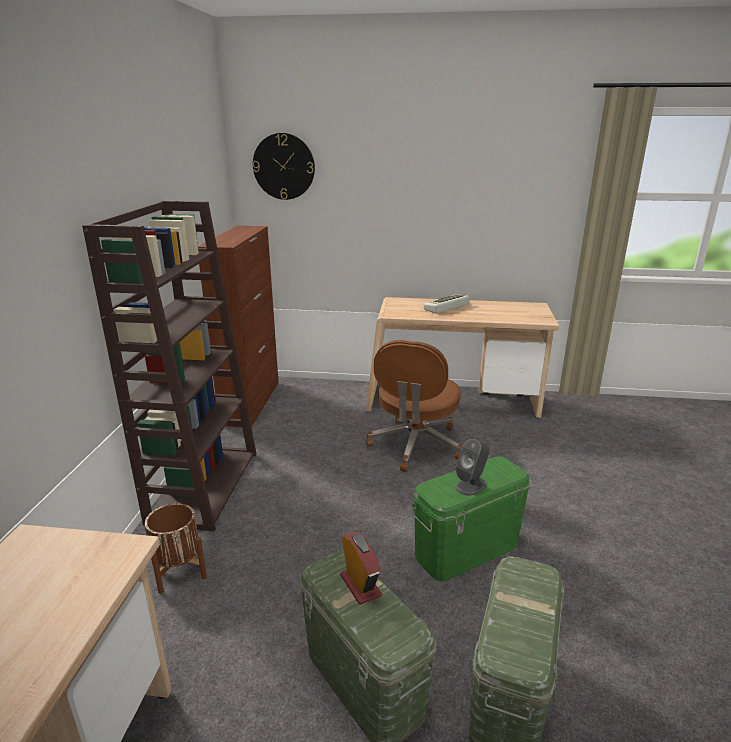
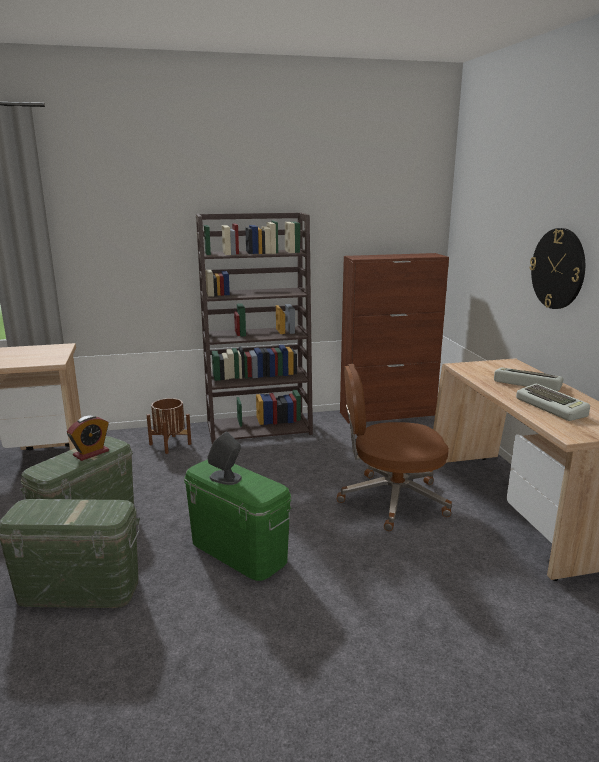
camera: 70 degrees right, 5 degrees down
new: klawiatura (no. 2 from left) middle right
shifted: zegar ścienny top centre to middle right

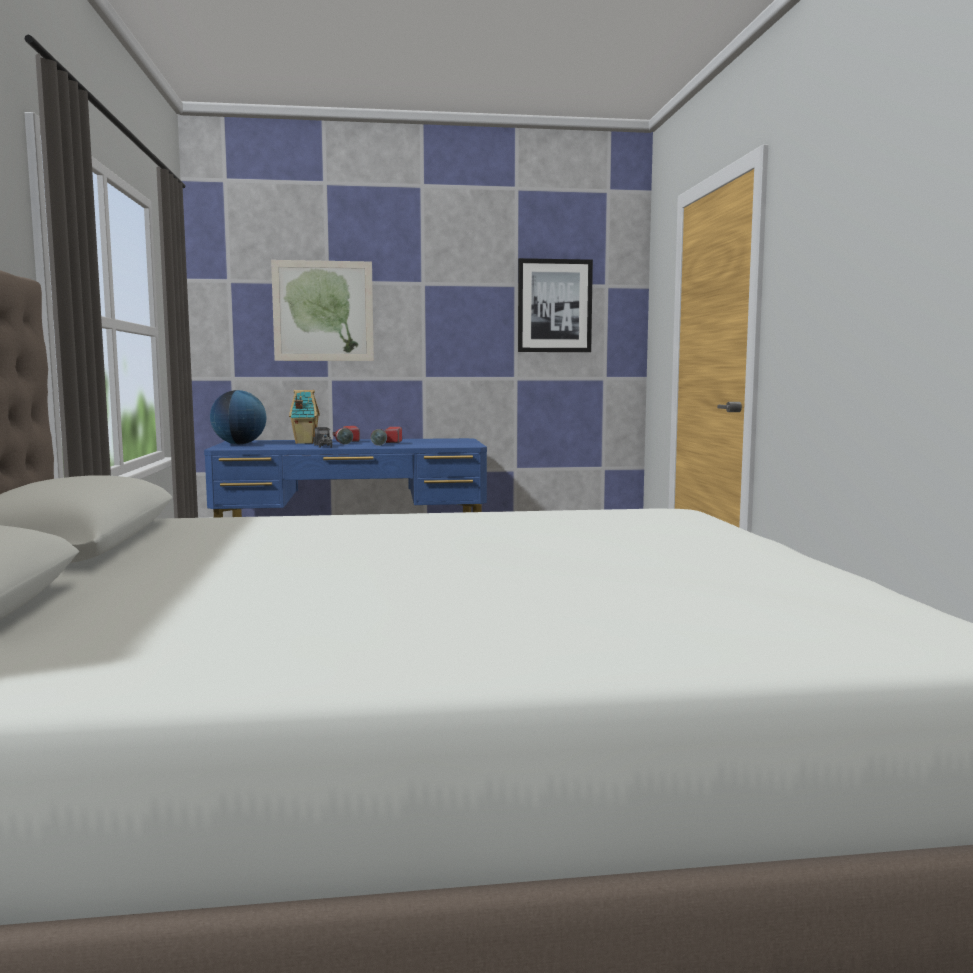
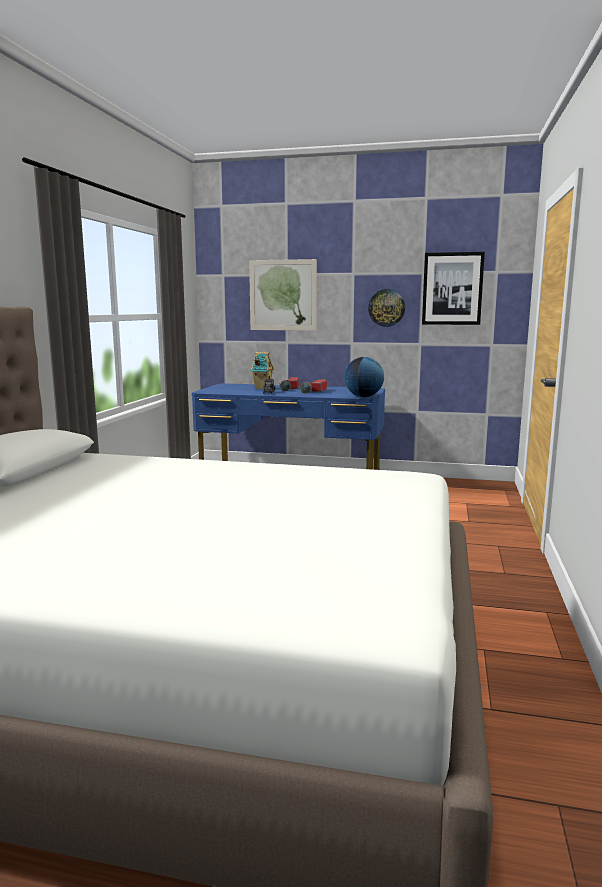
camera: 20 degrees right, 5 degrees up
new: zegar ścienny centre
shifted: globus middle left to centre

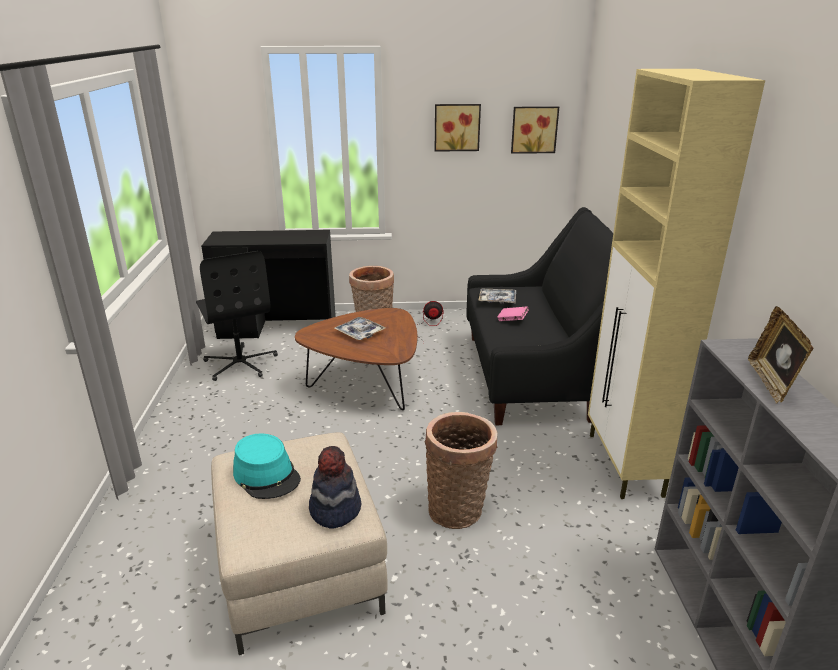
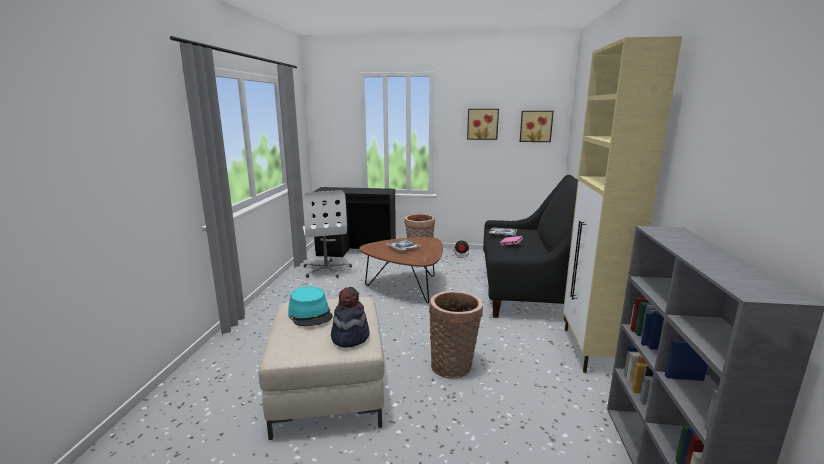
camera: 10 degrees right, 10 degrees down
gone: ramka na zdjęcie middle right
repainted: krzesło biurowe/czarny middle left to krzesło biurowe/biały centre

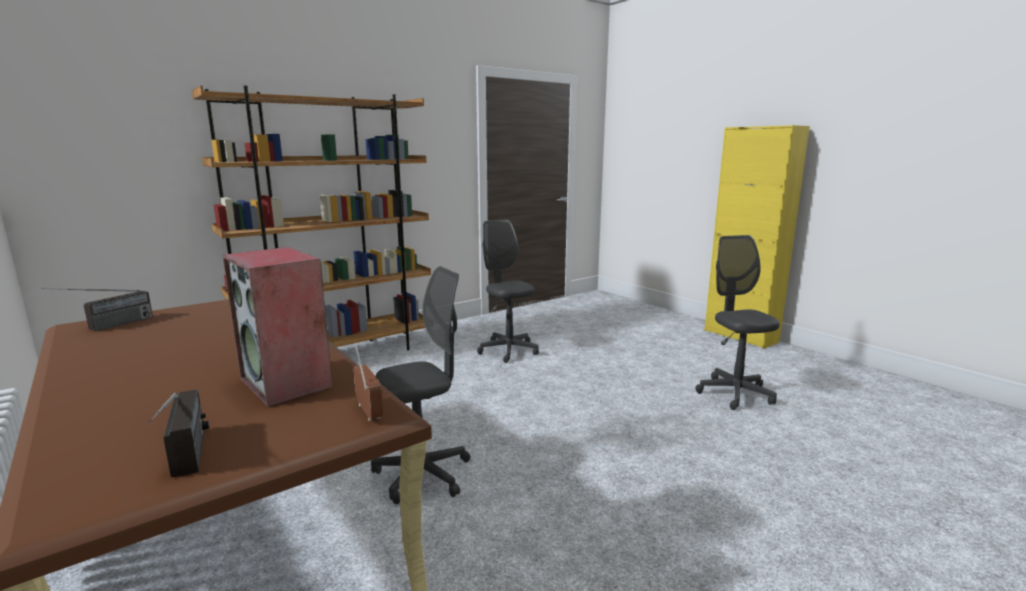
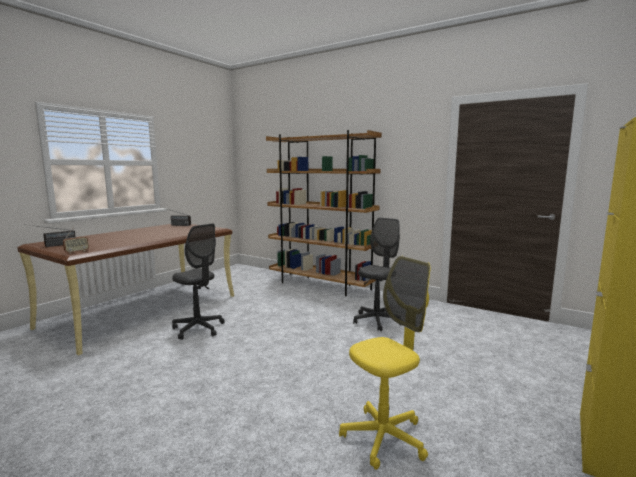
camera: 70 degrees right, 5 degrees down
gone: głośnik middle left
repainted: krzesło biurowe/szary (no. 3 from left) middle right to krzesło biurowe/żółty bottom centre

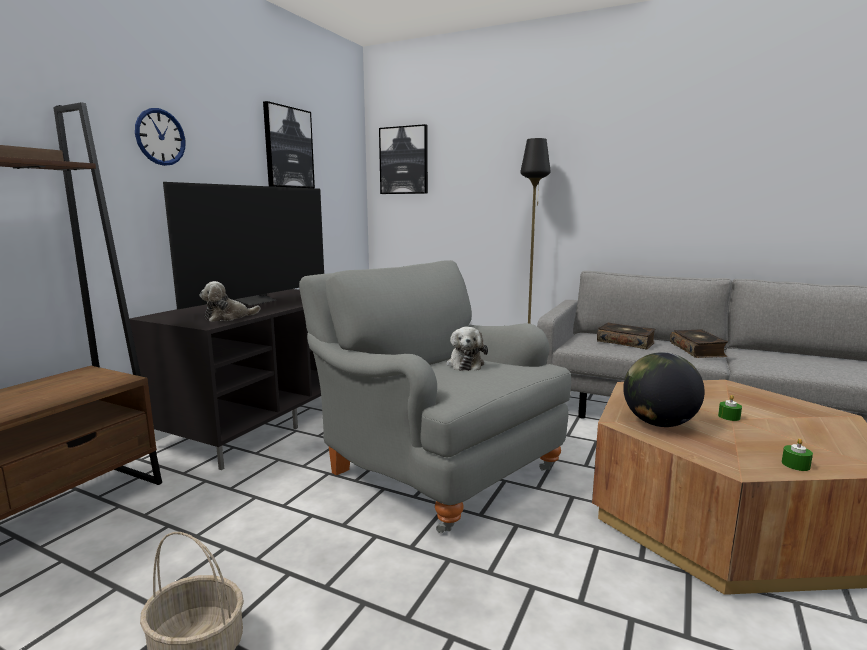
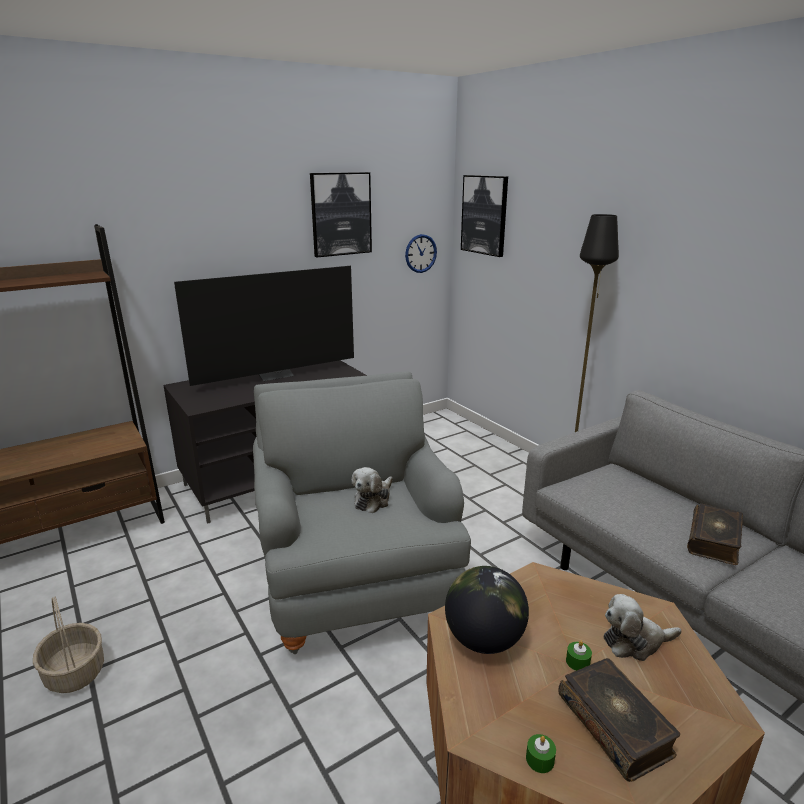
camera: 30 degrees right, 10 degrees up
shifted: zegar ścienny top left to top centre; pluszak (no. 1 from left in the first image) middle left to pluszak (no. 2 from left) bottom right; książka (no. 1 from left) middle right to bottom right

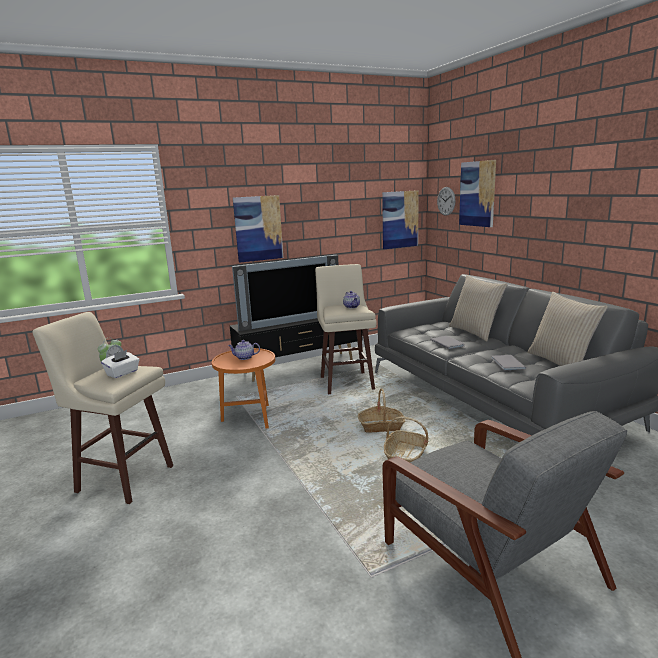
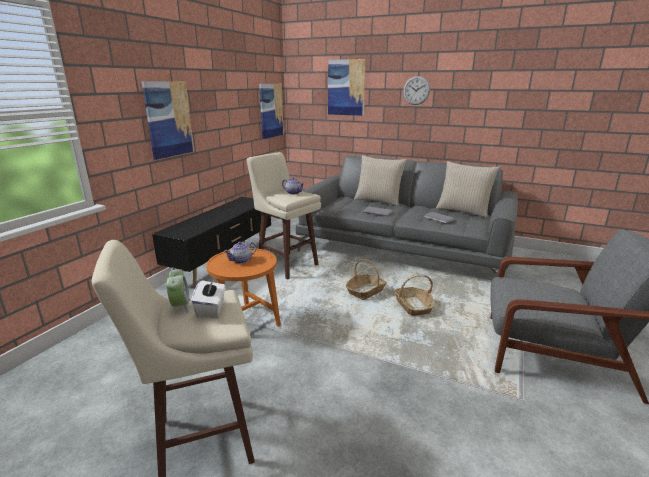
camera: 40 degrees left, 5 degrees up
gone: telewizor centre
shifted: zegar ścienny top right to top centre

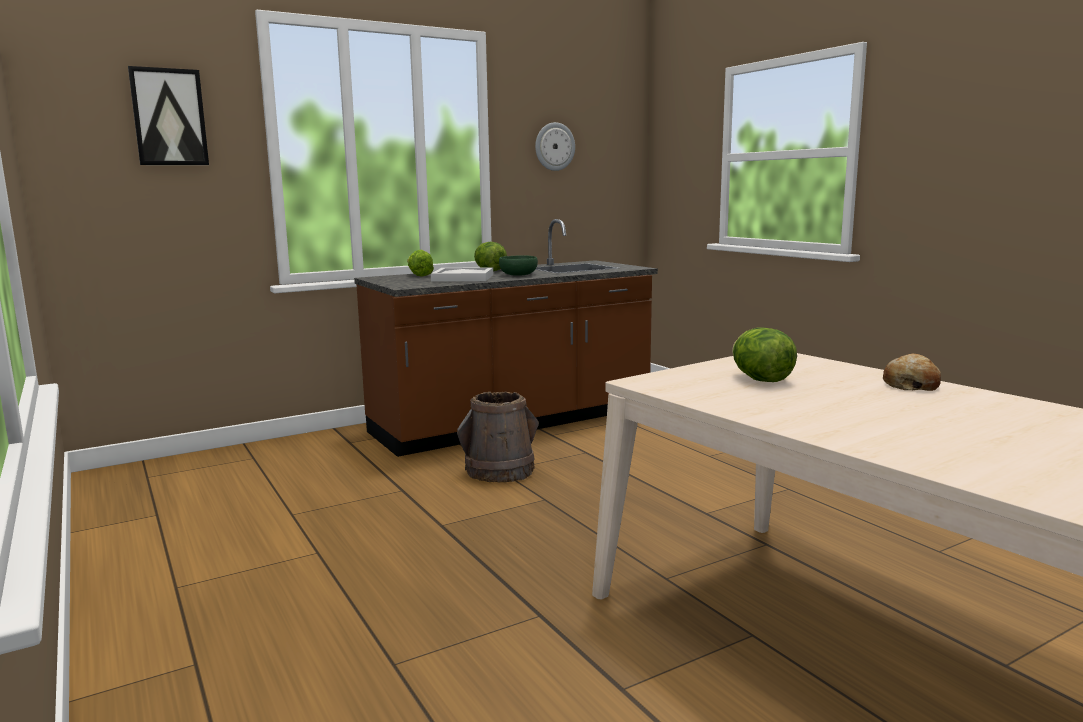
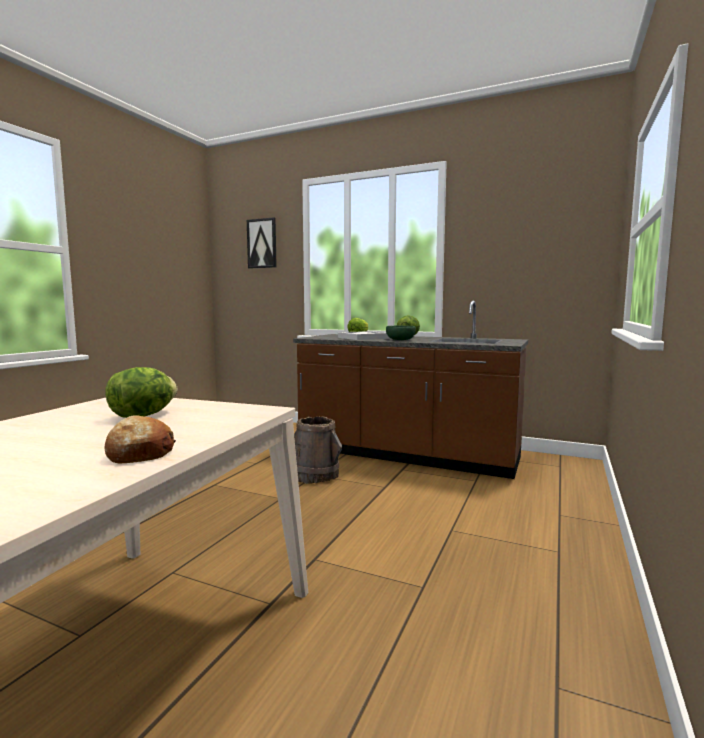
camera: 55 degrees right, 5 degrees down
gone: zegar ścienny top centre

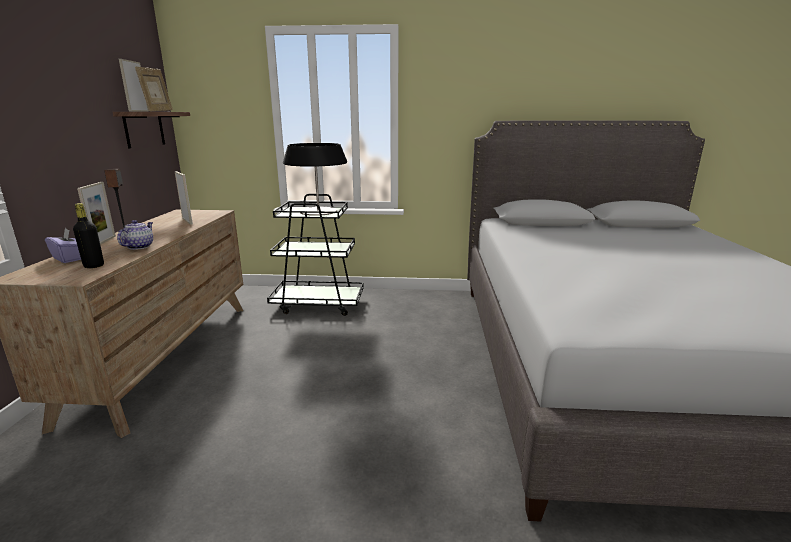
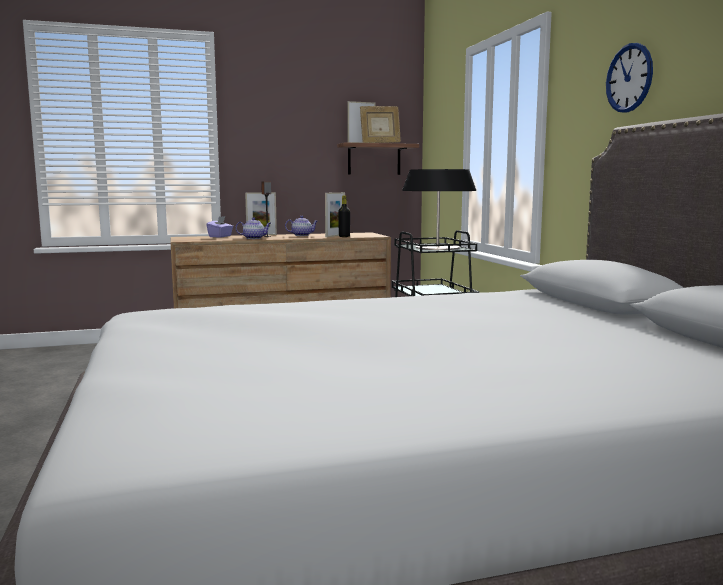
camera: 70 degrees right, 10 degrees down
new: imbryk (no. 2 from left) centre; zegar ścienny top right
shifted: butelka/czarny middle left to centre

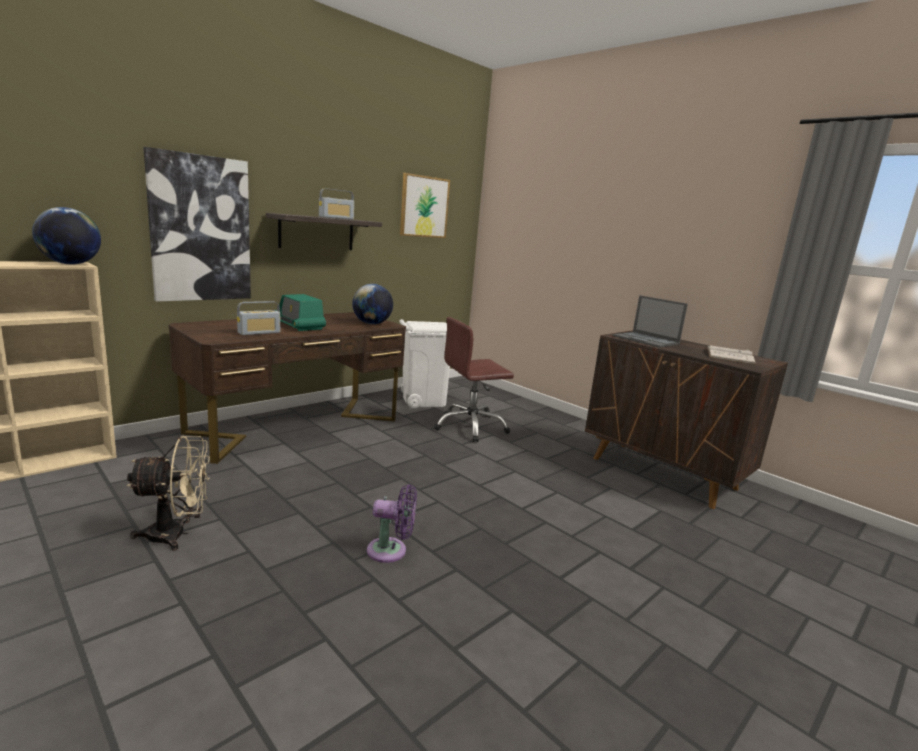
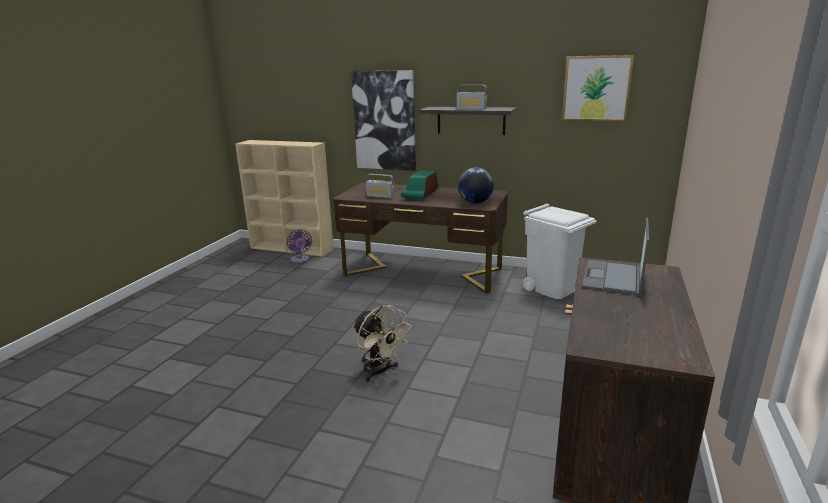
camera: 65 degrees right, 5 degrees up
gone: globus (no. 1 from left) top left; krzesło biurowe/brązowy centre; książka/biały middle right
shifted: wentylator/beżowy middle left to bottom centre; wentylator/fioletowy bottom centre to centre

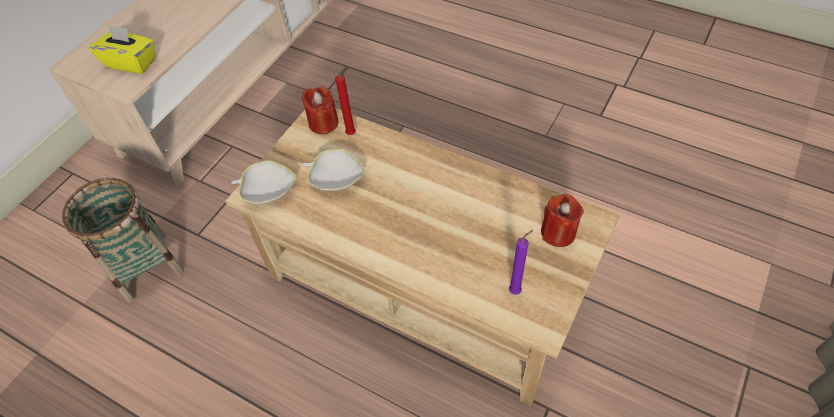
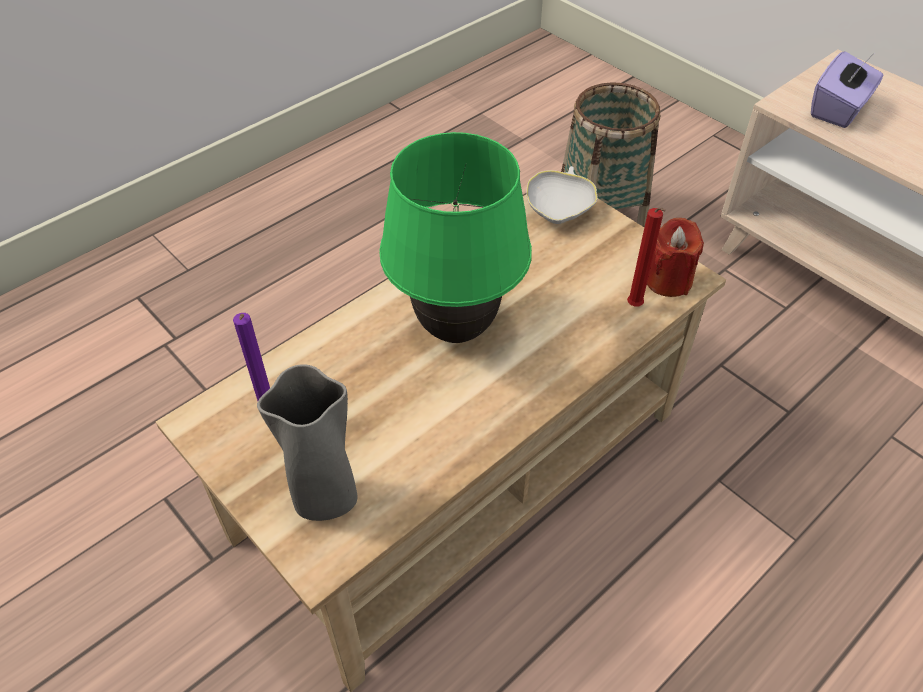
camera: 105 degrees right, 5 degrees down
gone: miska/biały (no. 2 from left) centre
new: lampa stołowa/zielony centre
swapped: świeca/czerwony (no. 3 from left) middle right to wazon/szary middle left
repainted: pudełko chusteczek/żółty top left to pudełko chusteczek/fioletowy top right

